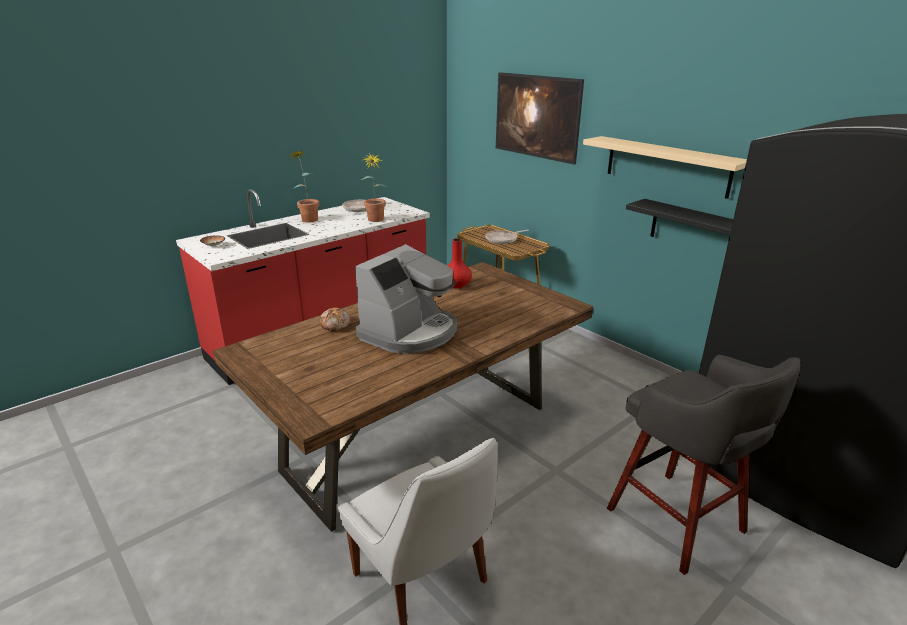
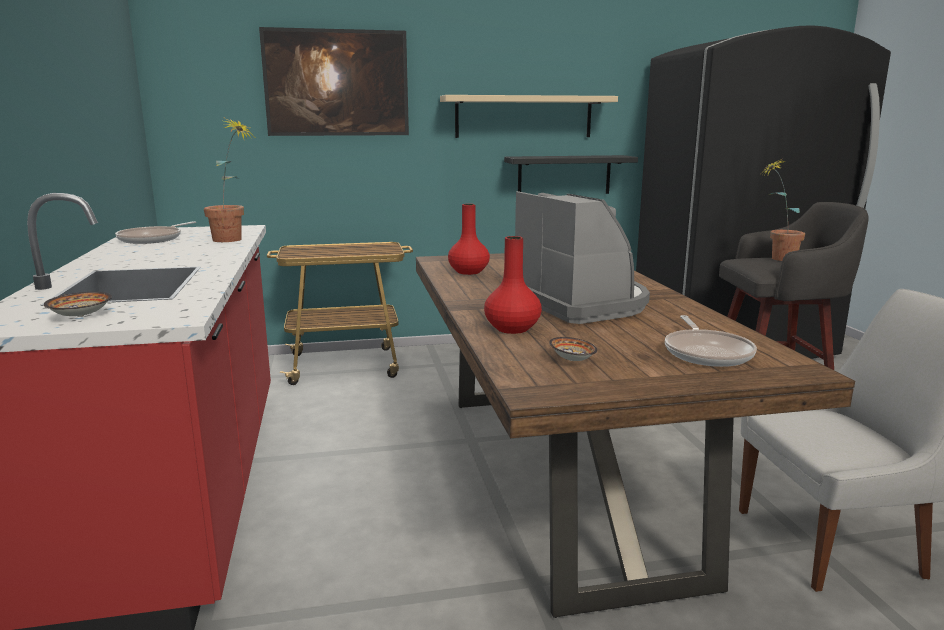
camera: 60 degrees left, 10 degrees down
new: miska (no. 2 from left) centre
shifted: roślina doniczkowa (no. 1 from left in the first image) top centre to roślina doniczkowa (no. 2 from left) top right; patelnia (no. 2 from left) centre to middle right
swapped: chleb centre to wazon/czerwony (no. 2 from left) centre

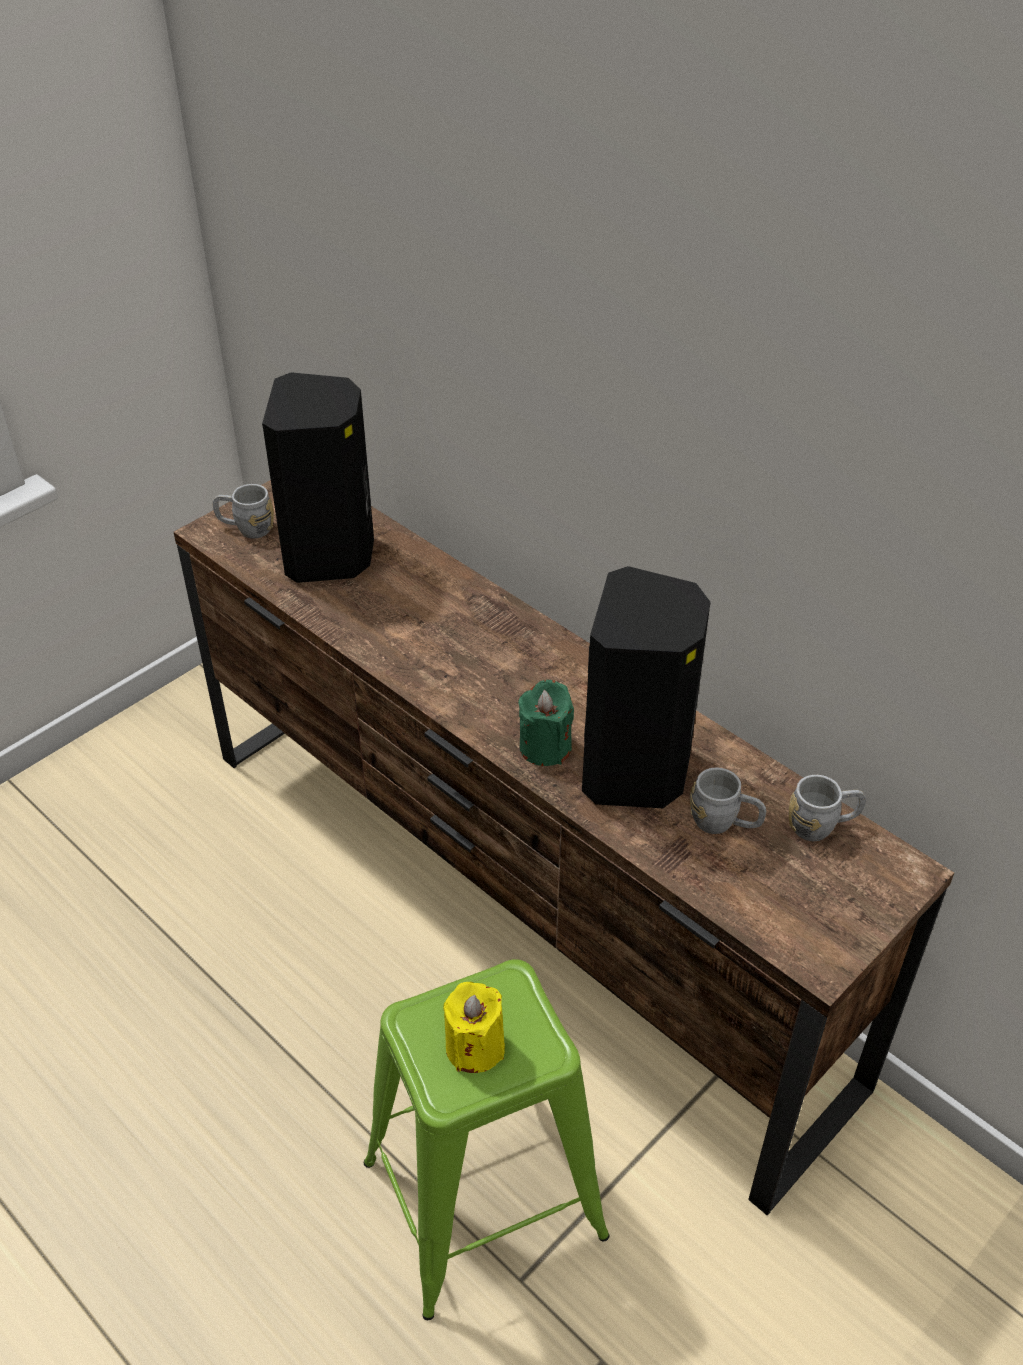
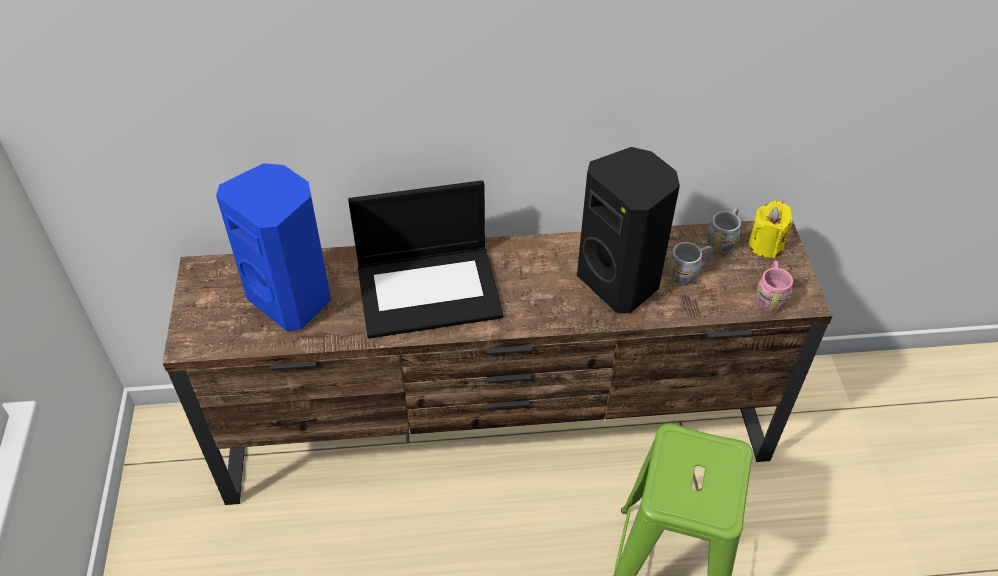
camera: 50 degrees left, 5 degrees up
gone: kubek/szary (no. 1 from left) middle left; świeca/zielony centre
new: laptop centre; kubek/różowy middle right
shifted: świeca/żółty bottom centre to middle right
repainted: głośnik/czarny (no. 1 from left) middle left to głośnik/niebieski middle left

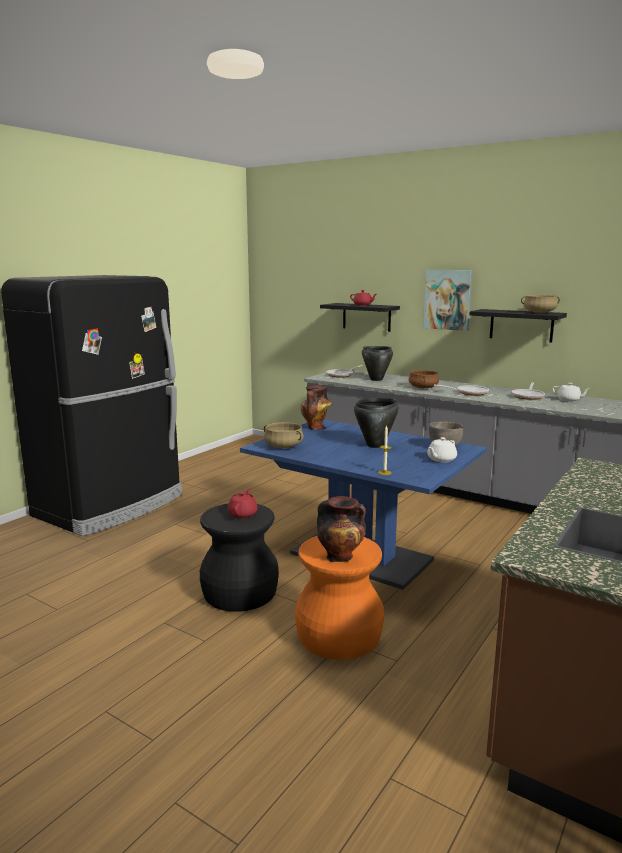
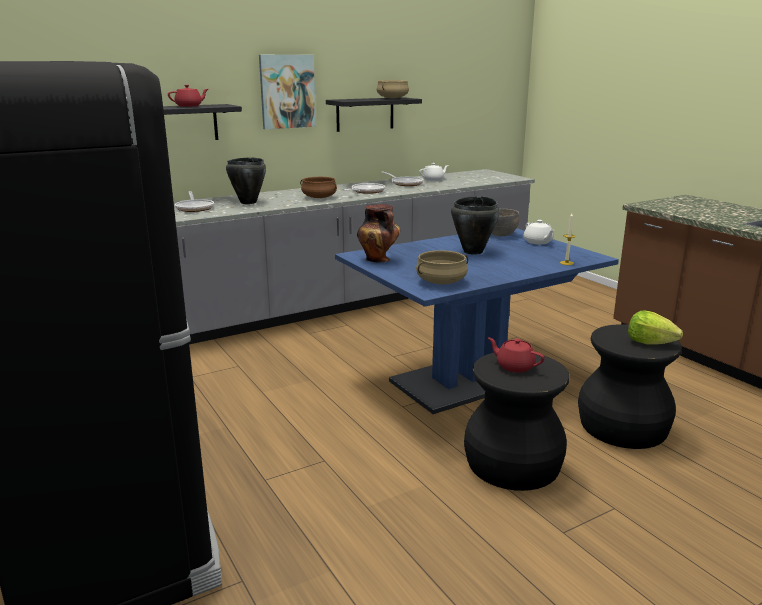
camera: 65 degrees left, 5 degrees up
swapped: wazon (no. 2 from left) centre to sałata middle right
repainted: stołek/pomarańczowy bottom centre to stołek/czarny (no. 2 from left) middle right

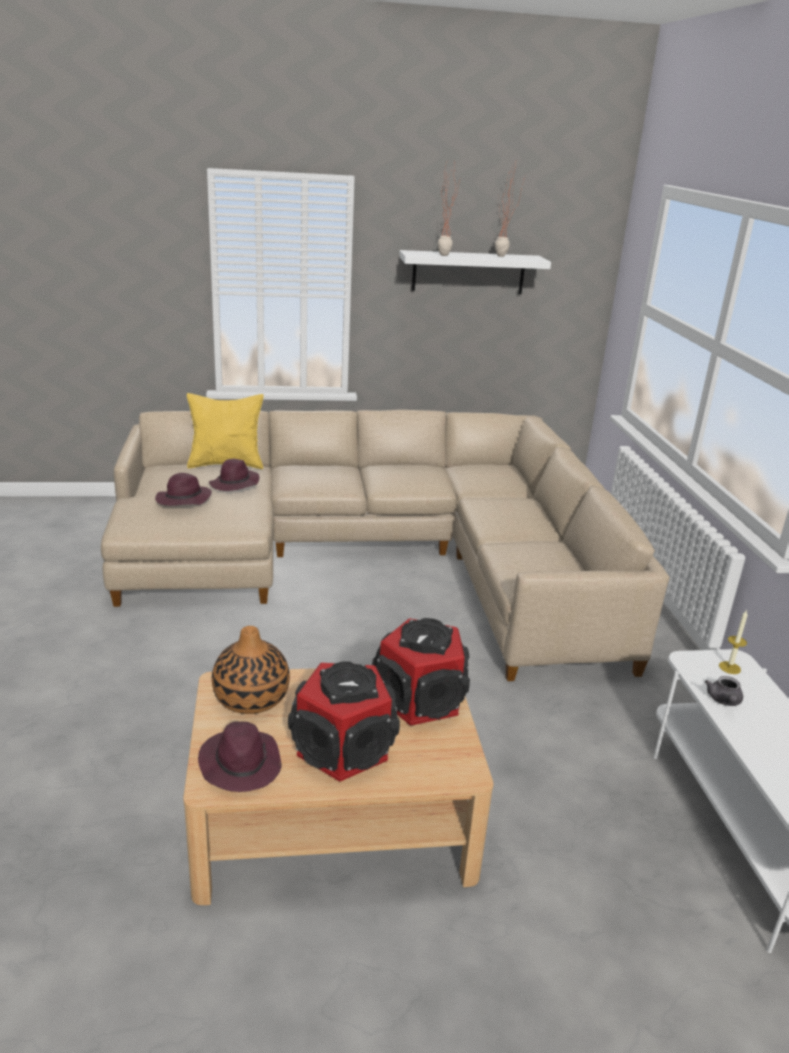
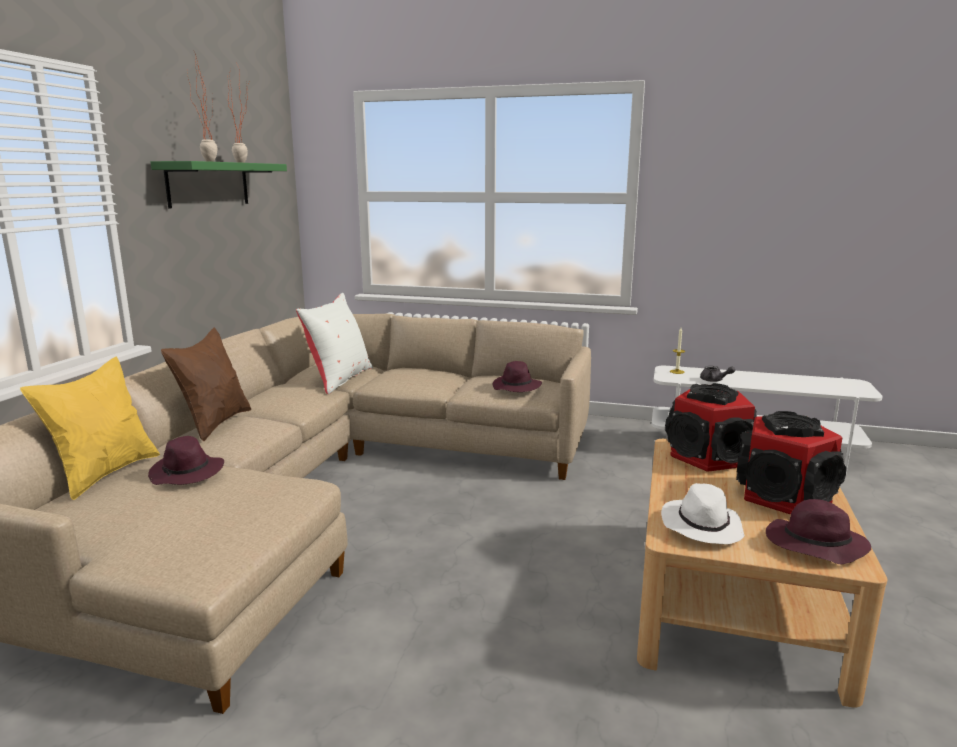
camera: 65 degrees left, 10 degrees down
new: poduszka/brązowy middle left; poduszka/biały centre
shifted: kapelusz/fioletowy (no. 1 from left in the first image) middle left to kapelusz/fioletowy (no. 2 from left) centre
swapped: wazon middle left to kapelusz/biały bottom right
repainted: półka/biały top centre to półka/zielony top left

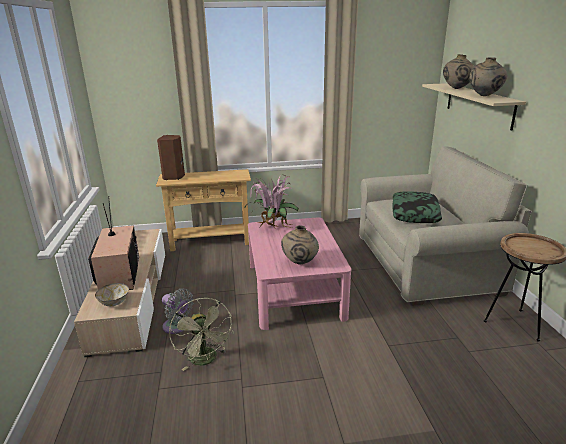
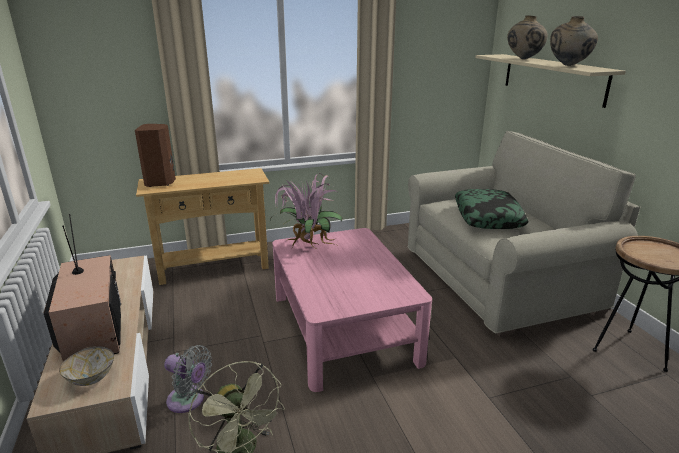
camera: 10 degrees left, 0 degrees up
gone: wazon/beżowy (no. 1 from left) centre

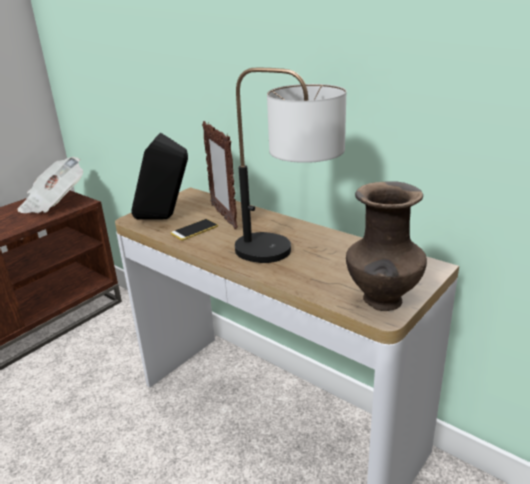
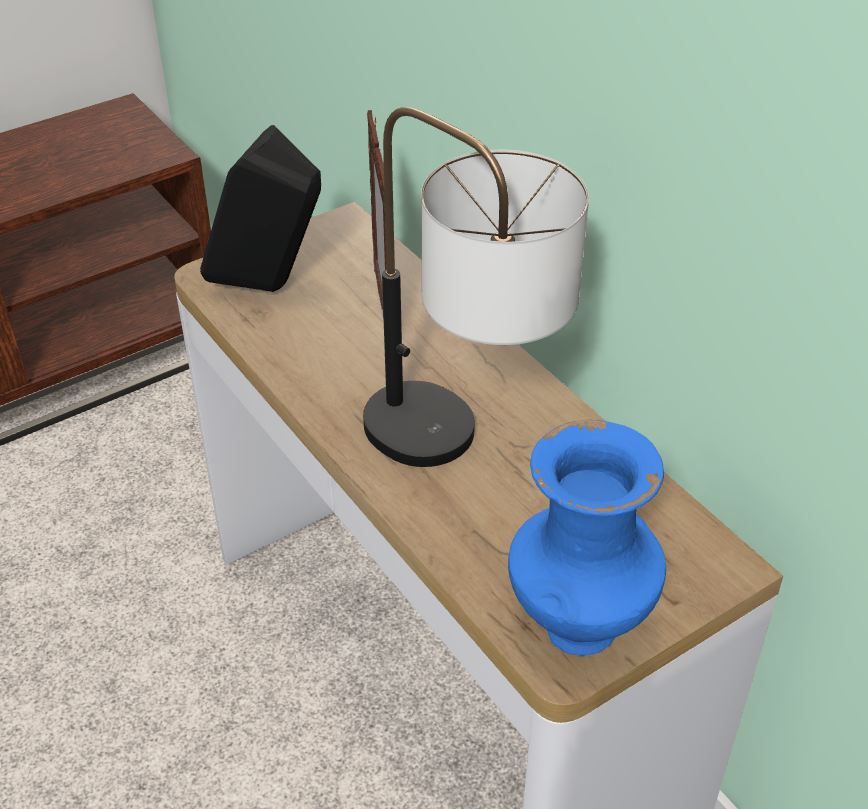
camera: 15 degrees right, 15 degrees up
gone: gazeta middle left; telefon centre
repainted: wazon/brązowy middle right to wazon/niebieski middle right

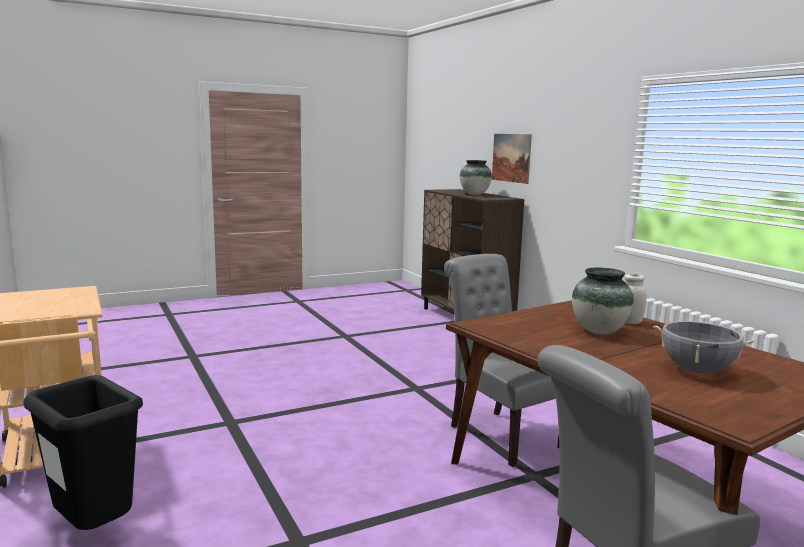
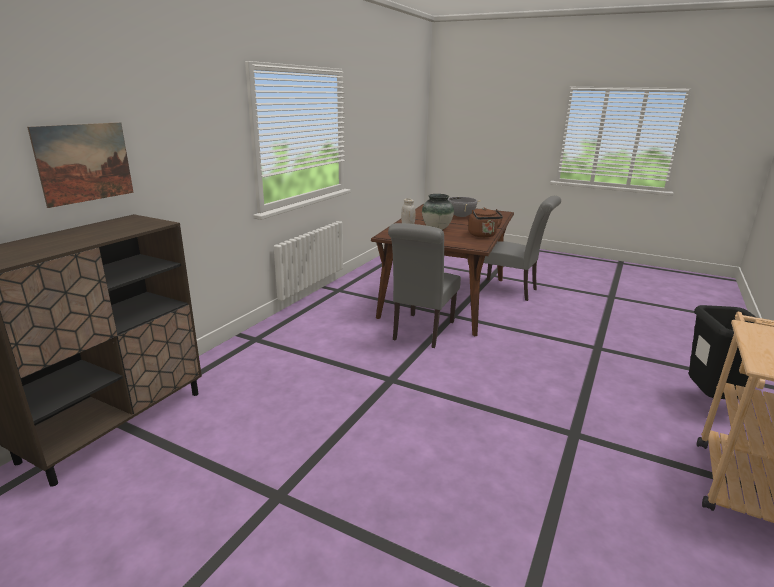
camera: 125 degrees left, 10 degrees up
gone: wazon (no. 1 from left) top centre
new: czajnik/brązowy centre

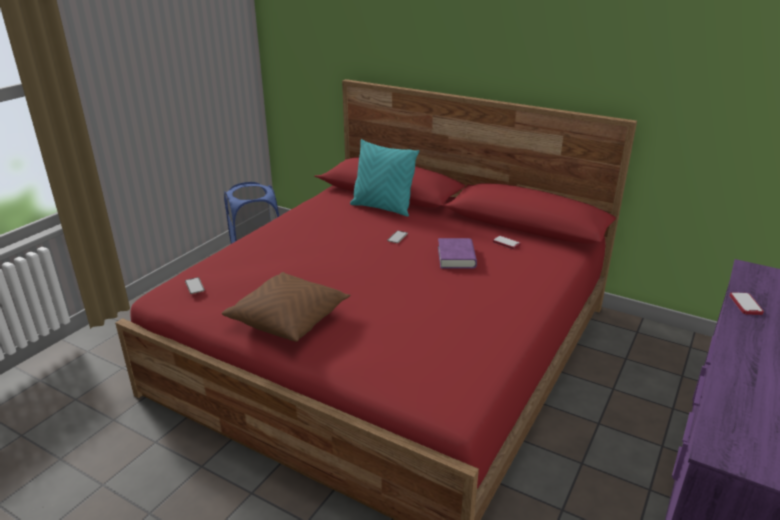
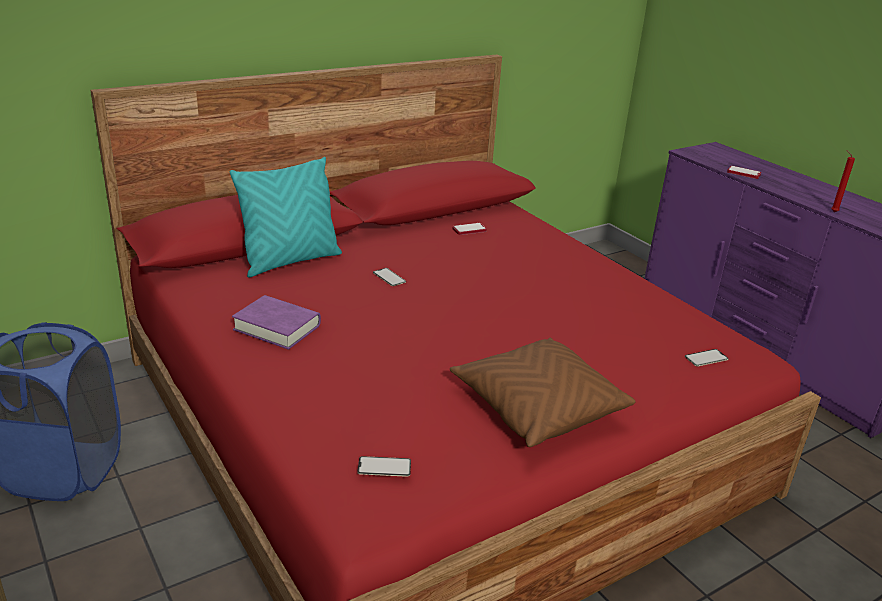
camera: 65 degrees left, 0 degrees up
new: telefon (no. 4 from left) middle right; świeca/czerwony top right
shifted: książka/fioletowy centre to middle left

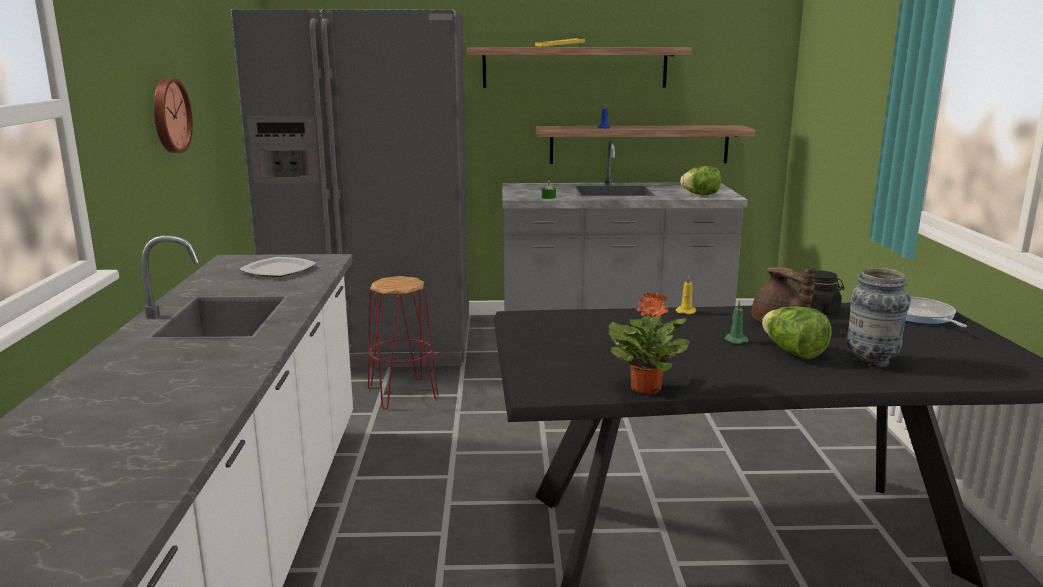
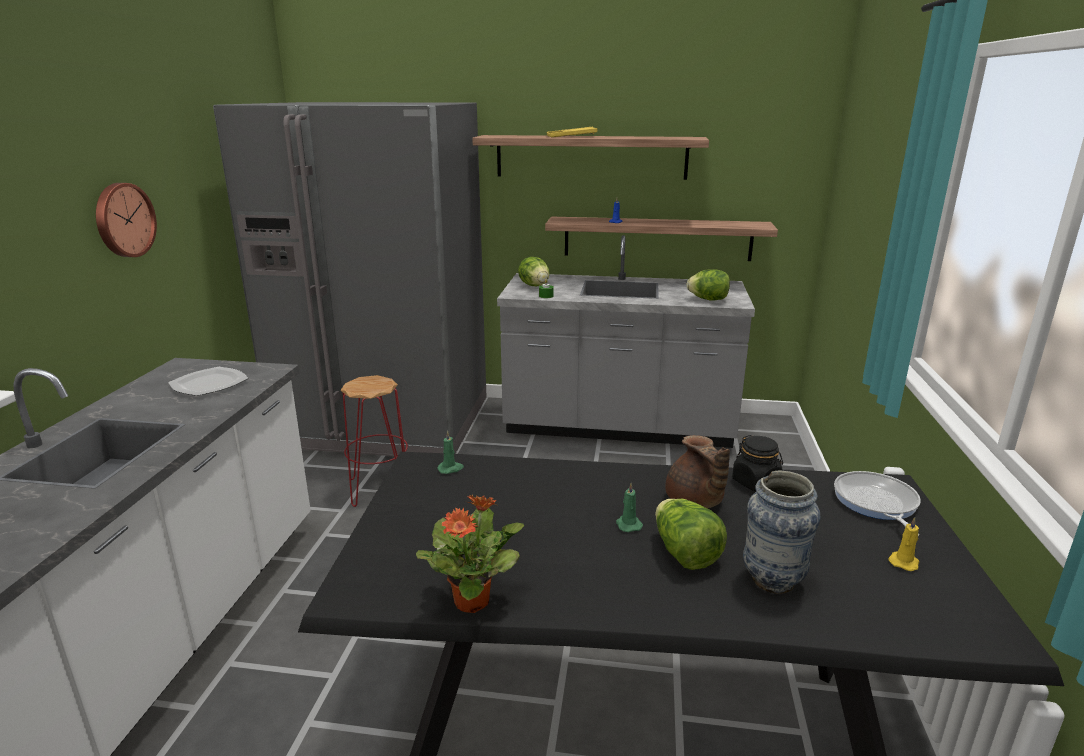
camera: 10 degrees right, 5 degrees up
new: świeca/zielony (no. 1 from left) centre; sałata (no. 1 from left) centre
shifted: świeca/żółty centre to bottom right

